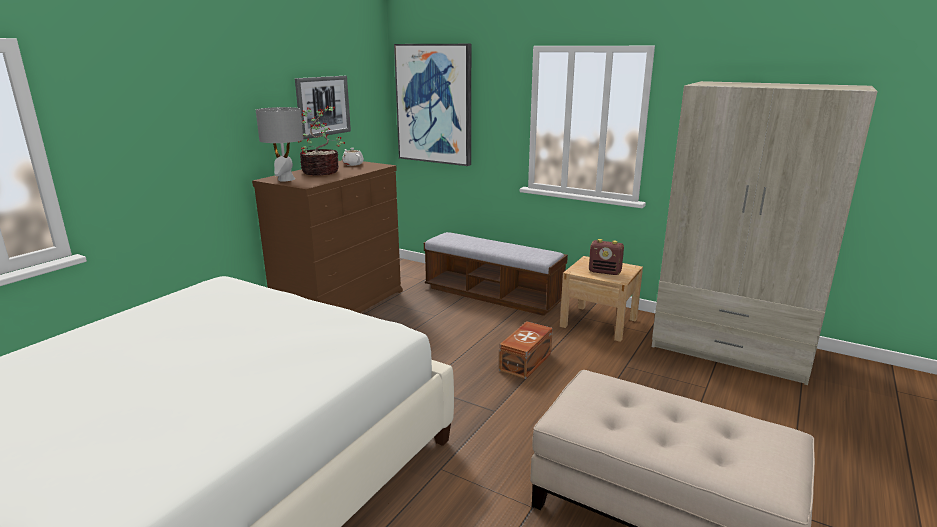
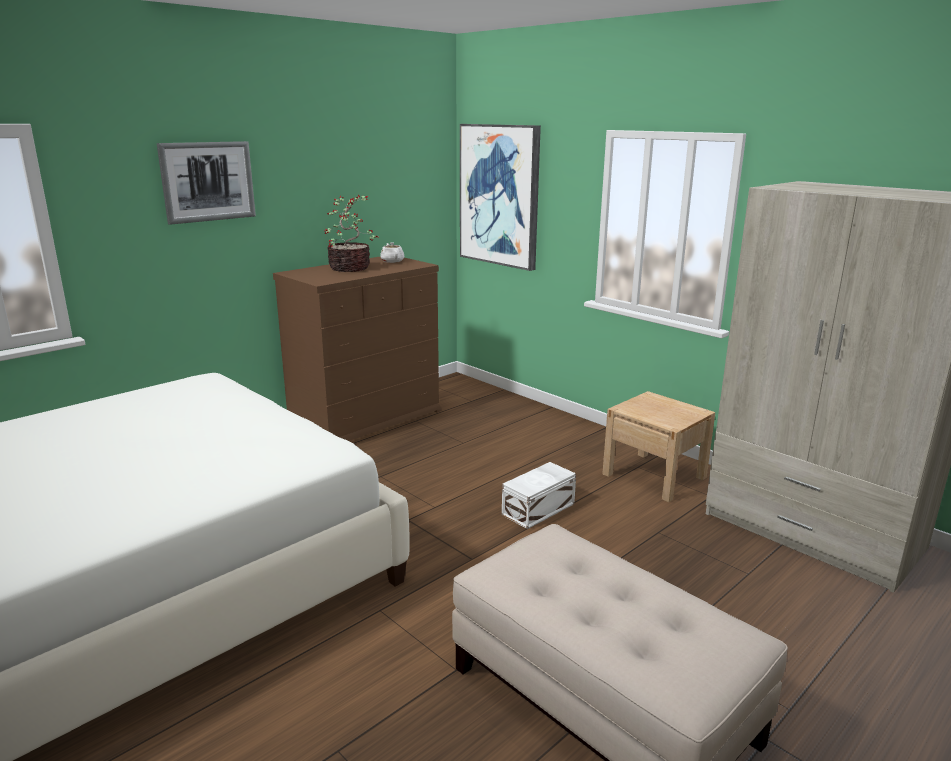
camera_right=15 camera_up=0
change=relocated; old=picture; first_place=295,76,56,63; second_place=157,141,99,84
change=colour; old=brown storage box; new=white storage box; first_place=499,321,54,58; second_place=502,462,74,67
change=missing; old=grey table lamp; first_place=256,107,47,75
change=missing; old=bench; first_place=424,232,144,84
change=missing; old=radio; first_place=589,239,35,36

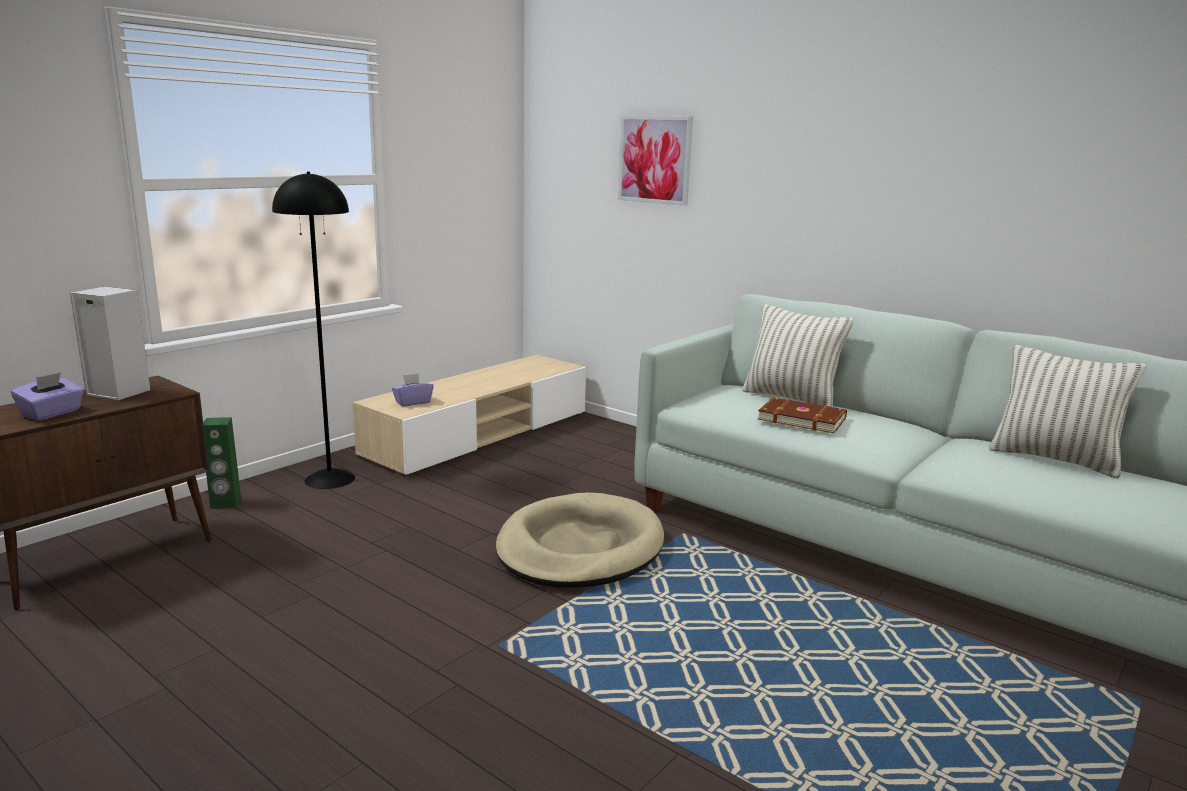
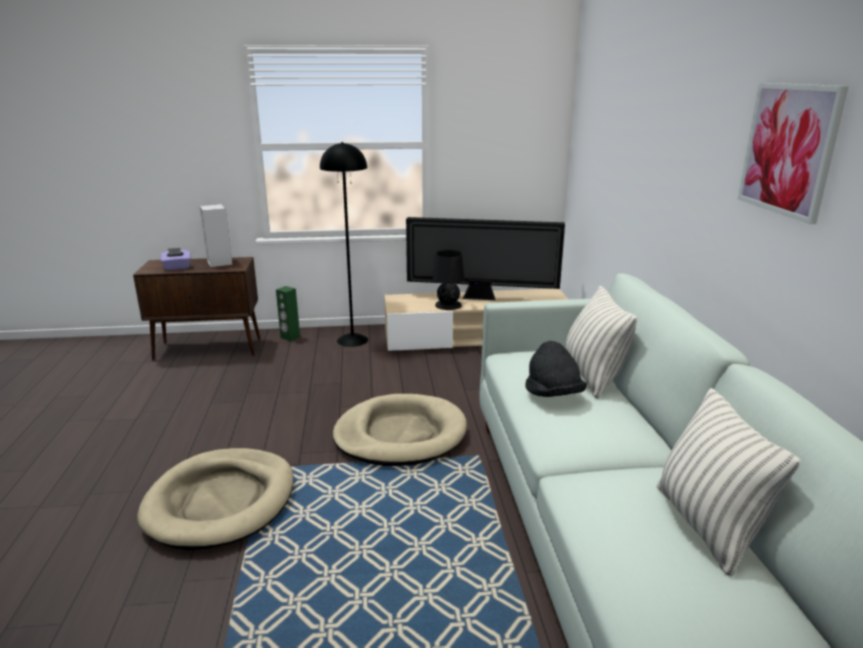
camera_right=45 camera_up=5
change=appeared; new=beige dog bed; second_place=137,448,157,102
change=appeared; new=television; second_place=406,217,159,84
change=appeared; new=black table lamp; second_place=433,250,31,60
change=exchanged; old=brown book; new=black hat; first_place=758,397,89,36; second_place=525,341,62,56
change=relocated; old=picture; first_place=618,116,75,90; second_place=738,83,111,141
change=missing; old=purple tissue box; first_place=392,373,42,33

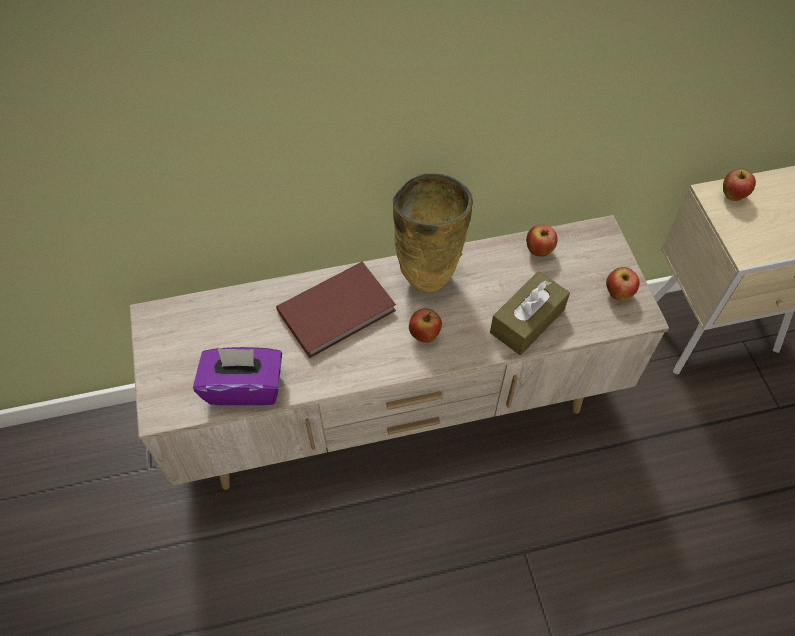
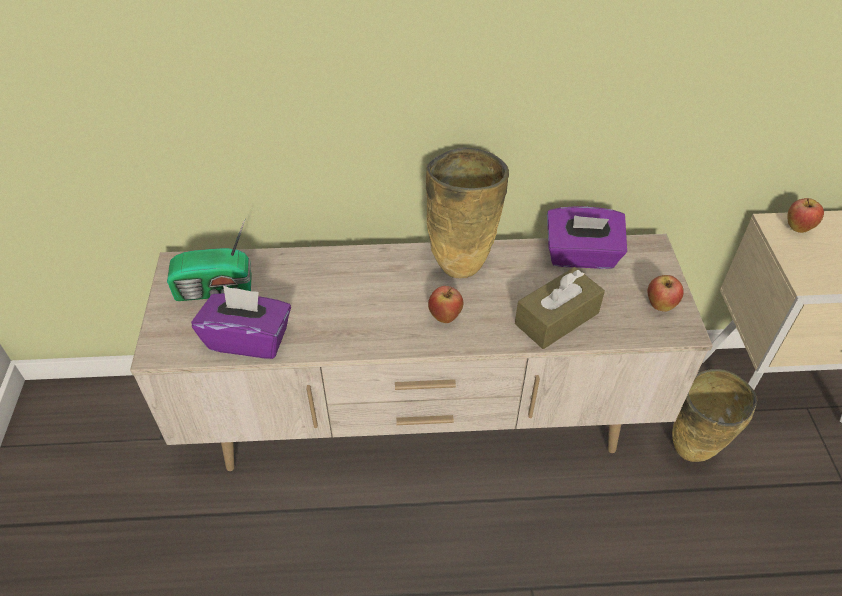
camera_right=10 camera_up=-10
change=appeared; new=radio; second_place=167,218,85,83
change=exchanged; old=apple; new=purple tissue box; first_place=526,225,32,32; second_place=547,207,80,62
change=appeared; new=beige vase; second_place=672,369,85,93
change=missing; old=brown book; first_place=276,262,120,96

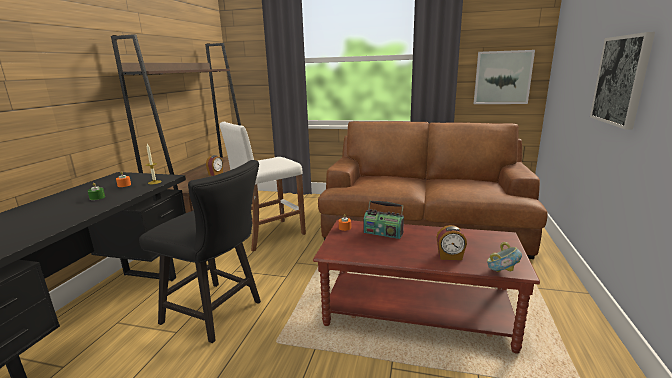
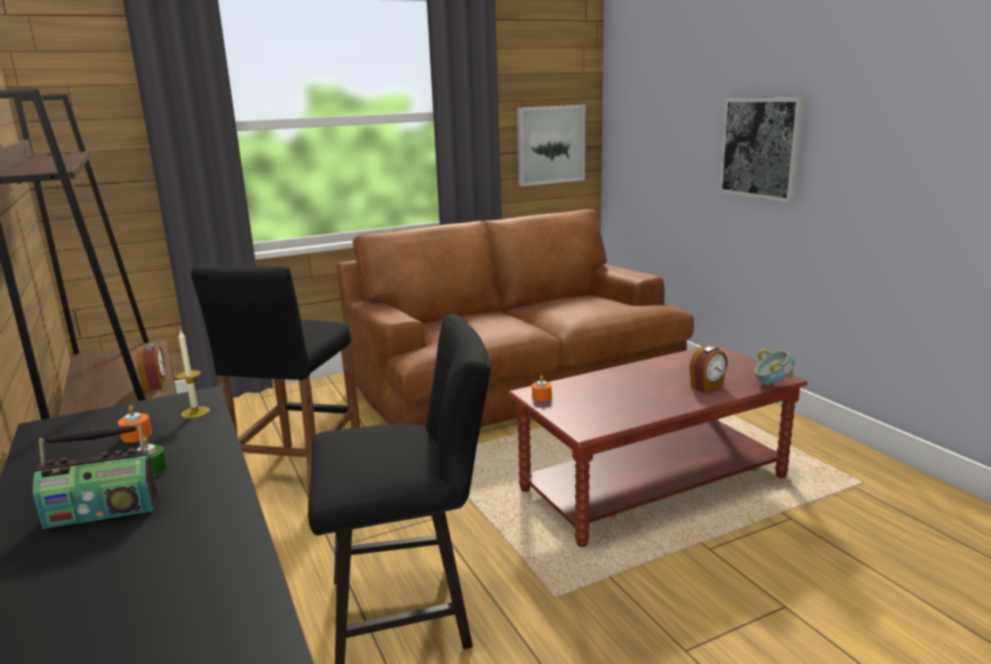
camera_right=-40 camera_up=0
change=relocated; old=radio; first_place=363,200,41,39; second_place=32,425,126,104
change=colour; old=white stool; new=black stool; first_place=220,122,86,130; second_place=191,265,169,243

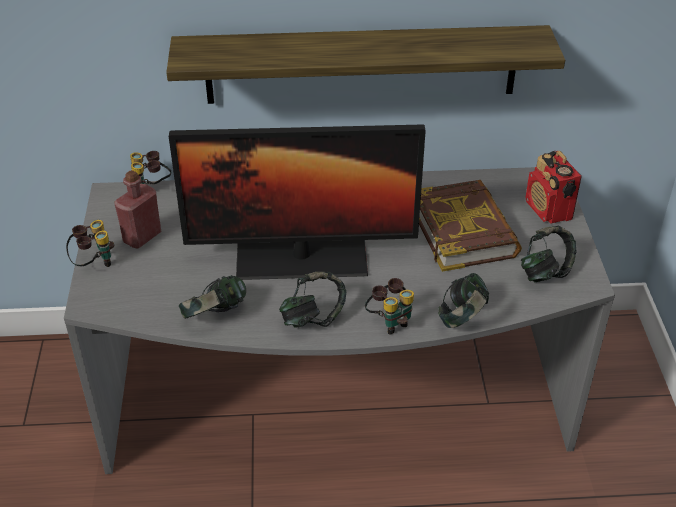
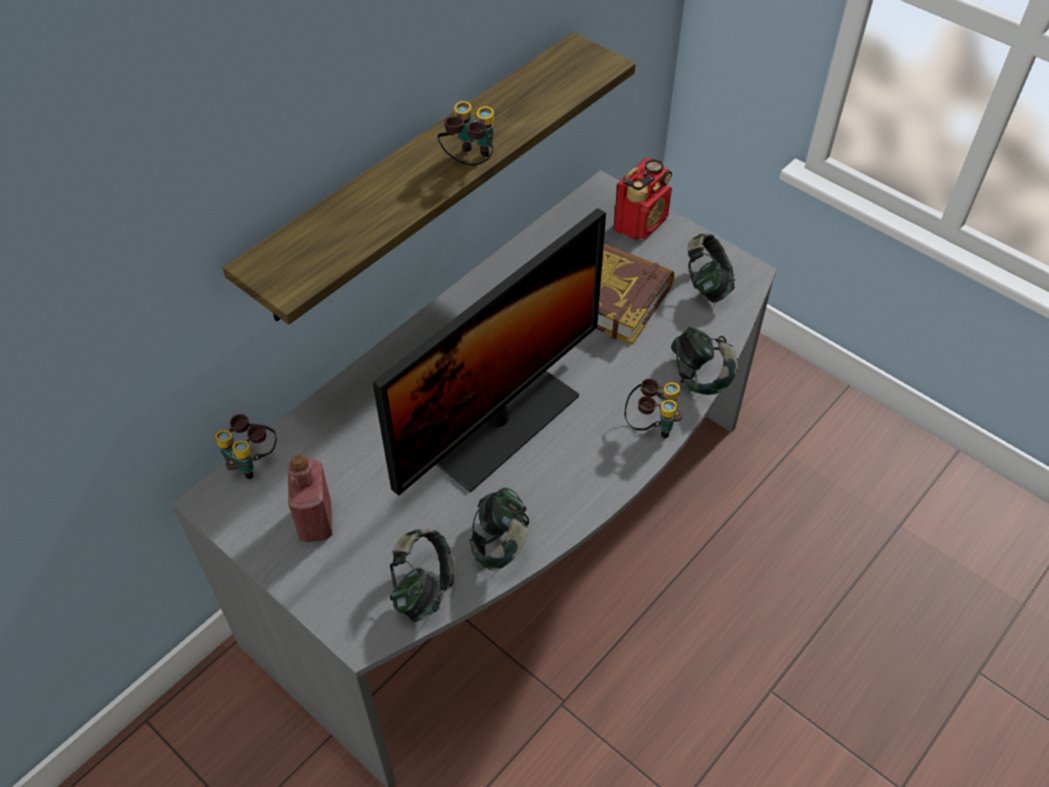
camera_right=-45 camera_up=10
change=relocated; old=headphones; first_place=279,272,67,56; second_place=390,529,64,93
change=relocated; old=binoculars; first_place=66,220,48,47; second_place=438,101,56,65
change=spun; old=radio; first_place=525,151,57,73; second_place=613,158,59,82; degrees=-75

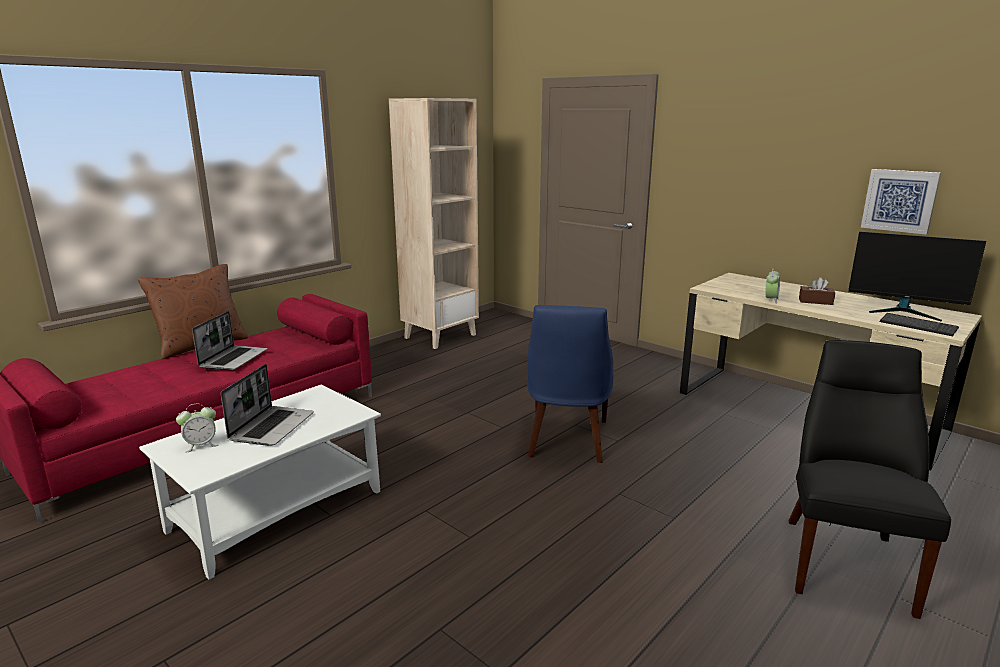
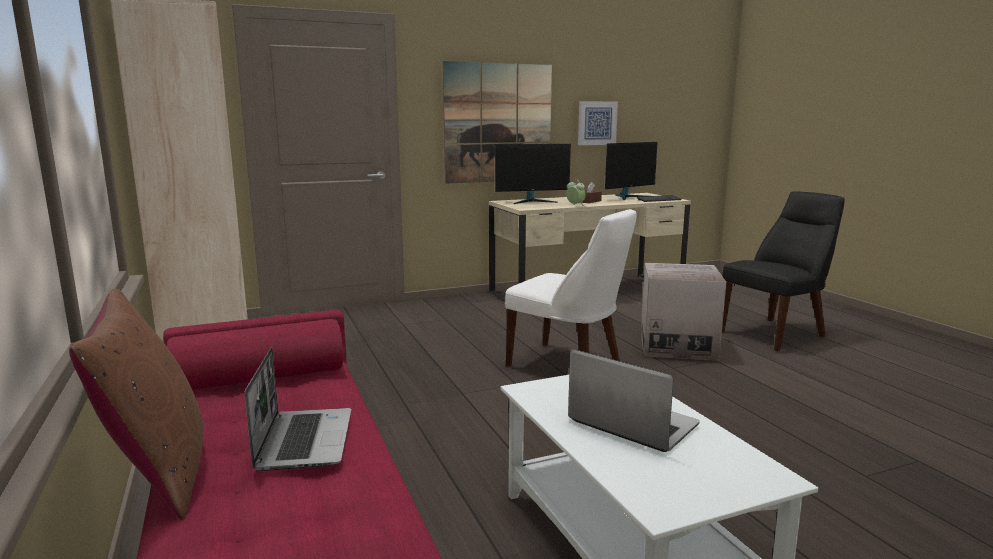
camera_right=-65 camera_up=-5
change=spun; old=laptop; first_place=192,311,75,59; second_place=245,347,106,124; degrees=45
change=appeared; new=picture; second_place=443,61,109,123
change=appeared; new=monitor; second_place=495,144,76,60
change=colour; old=blue chair; new=white chair; first_place=527,305,87,158; second_place=505,209,132,157
change=appeared; new=cardboard box; second_place=641,263,85,98
change=spun; old=black chair; first_place=789,340,162,279; second_place=722,192,123,160; degrees=105
change=missing; old=alarm clock; first_place=176,403,42,50

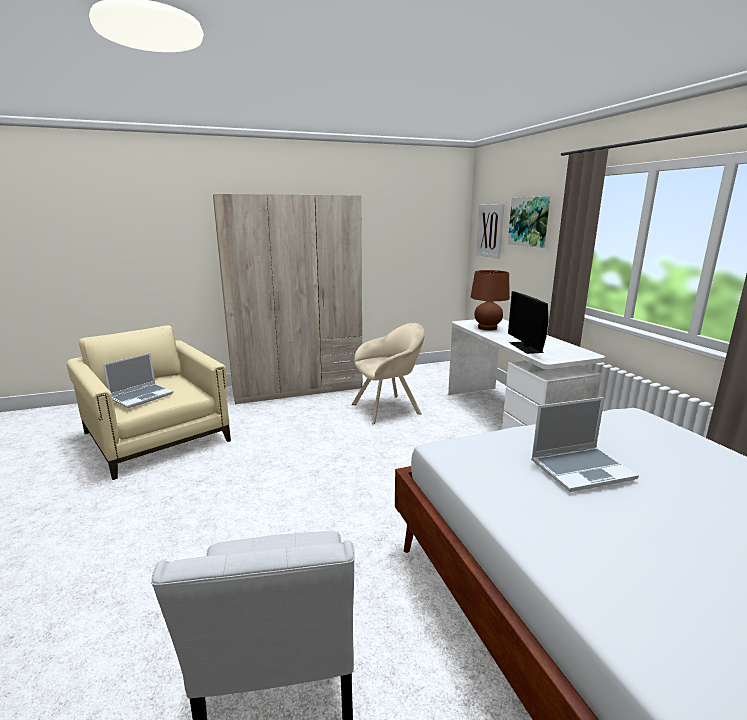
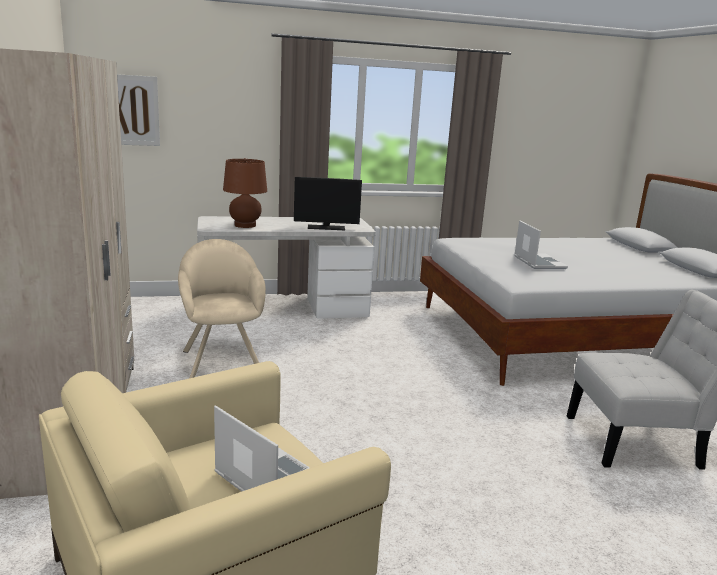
camera_right=-85 camera_up=0
change=missing; old=picture; first_place=508,196,42,52

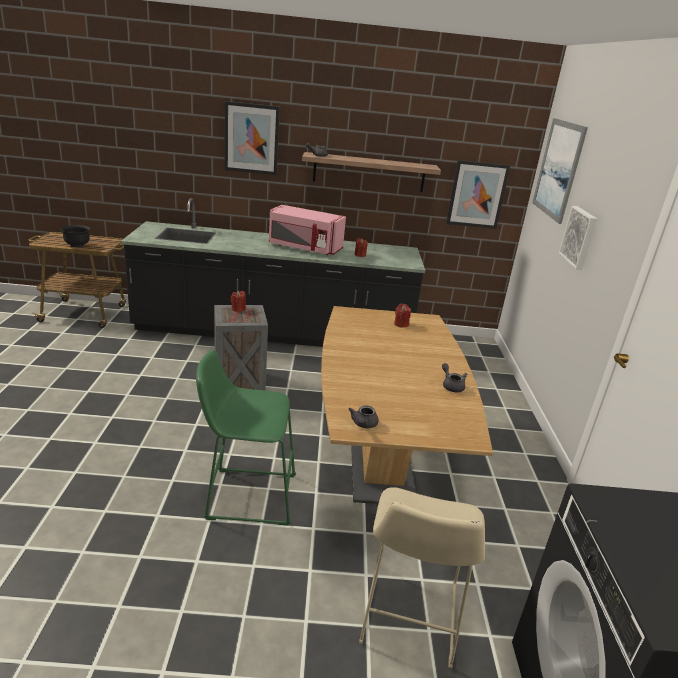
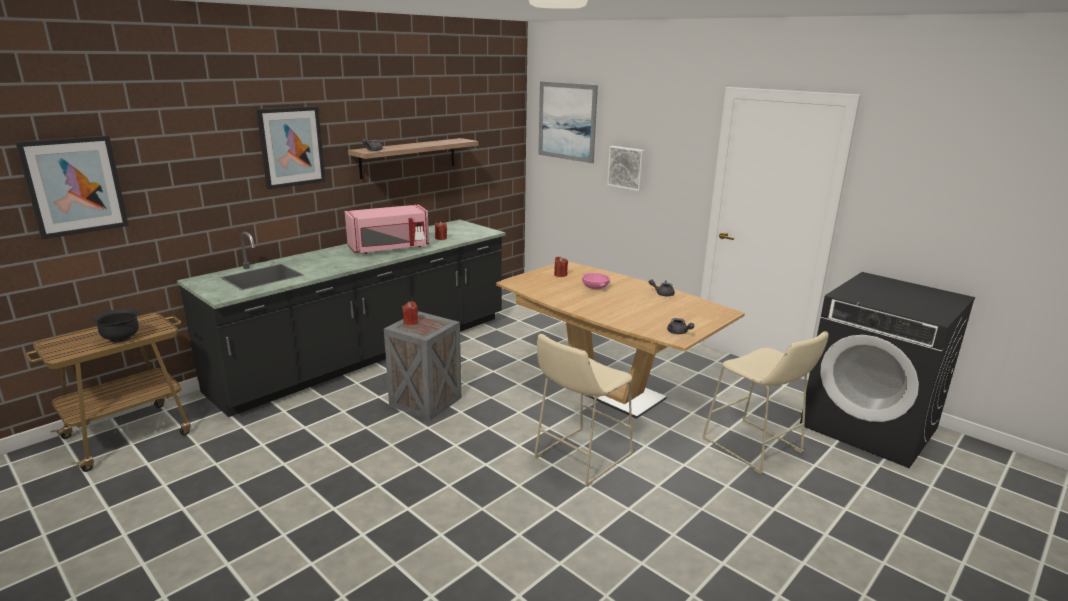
camera_right=-45 camera_up=-5
change=relocated; old=picture; first_place=446,160,64,69; second_place=15,135,114,104
change=colour; old=green stool; new=beige stool; first_place=196,350,100,176; second_place=534,334,99,153
change=appeared; new=pink bowl; second_place=582,273,28,16

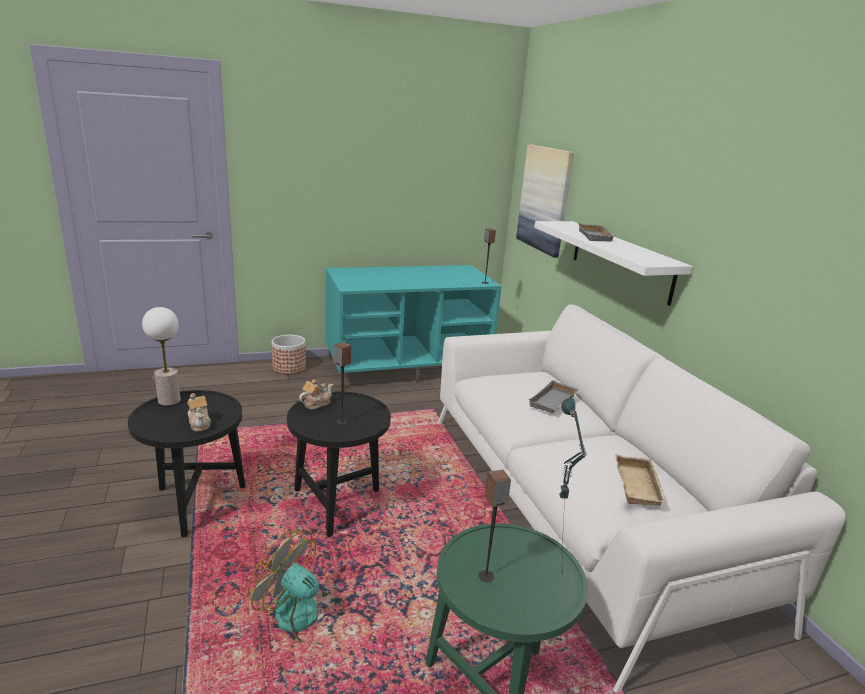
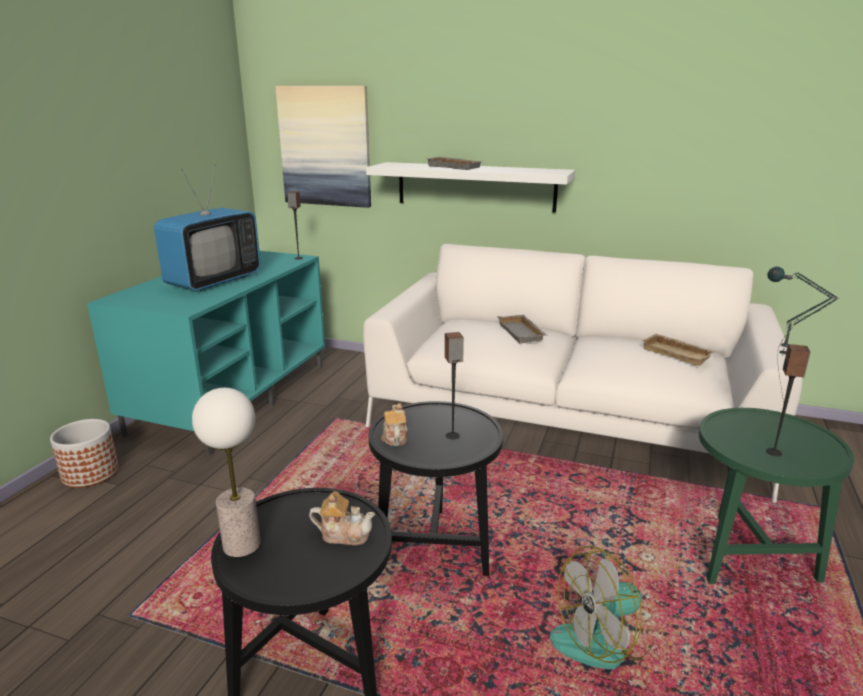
camera_right=-50 camera_up=0
change=appeared; new=television; second_place=154,165,107,126

